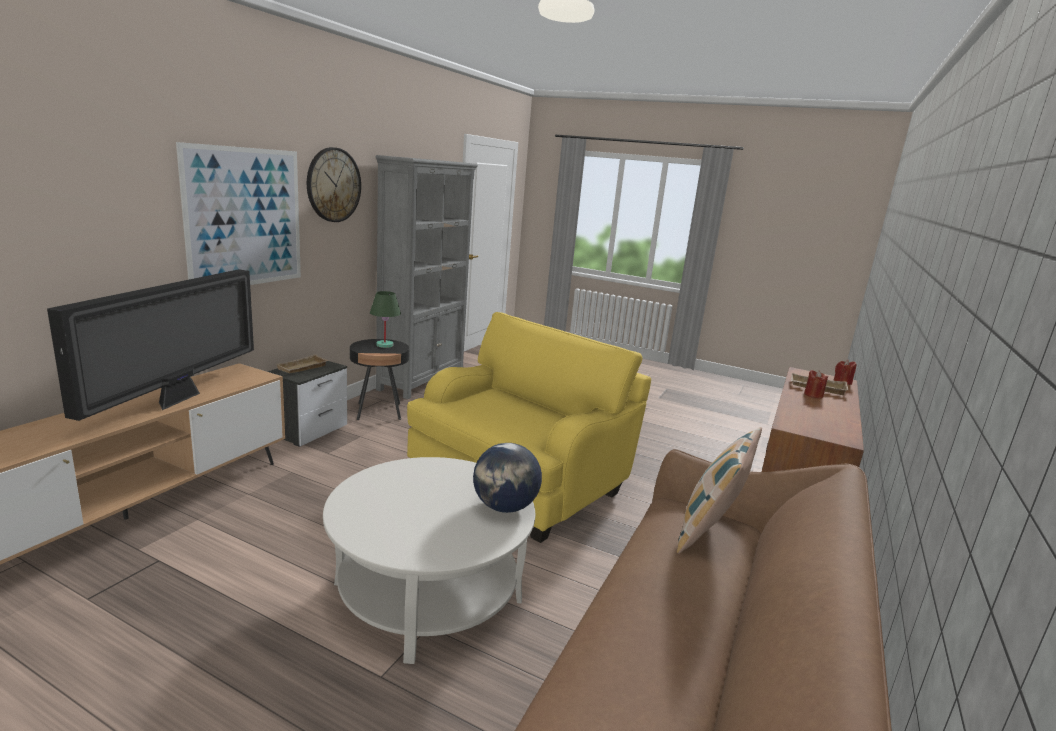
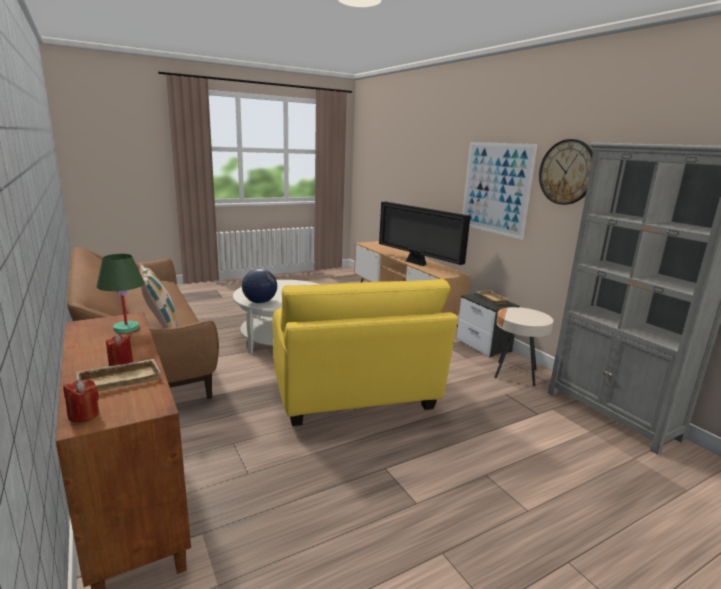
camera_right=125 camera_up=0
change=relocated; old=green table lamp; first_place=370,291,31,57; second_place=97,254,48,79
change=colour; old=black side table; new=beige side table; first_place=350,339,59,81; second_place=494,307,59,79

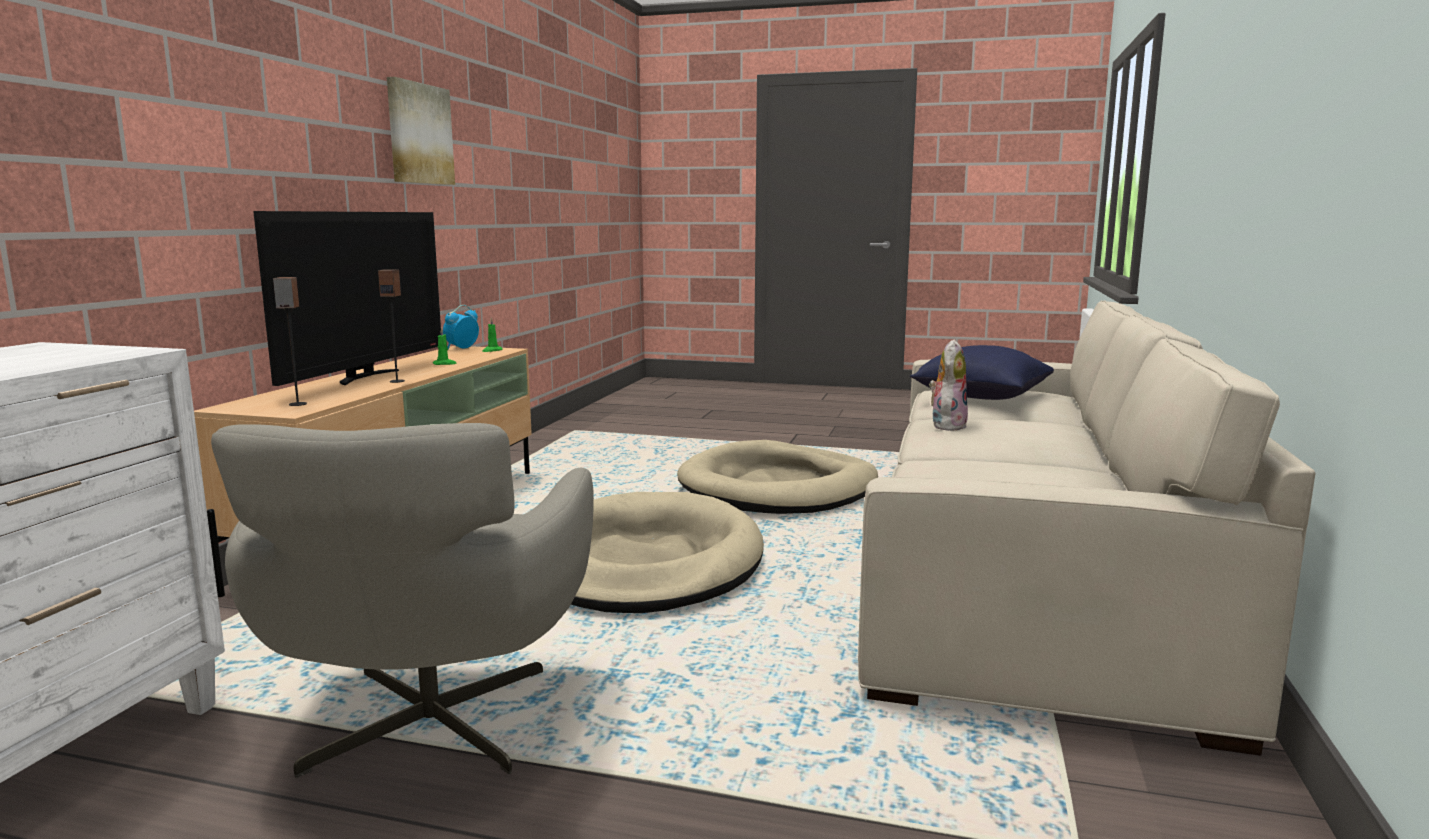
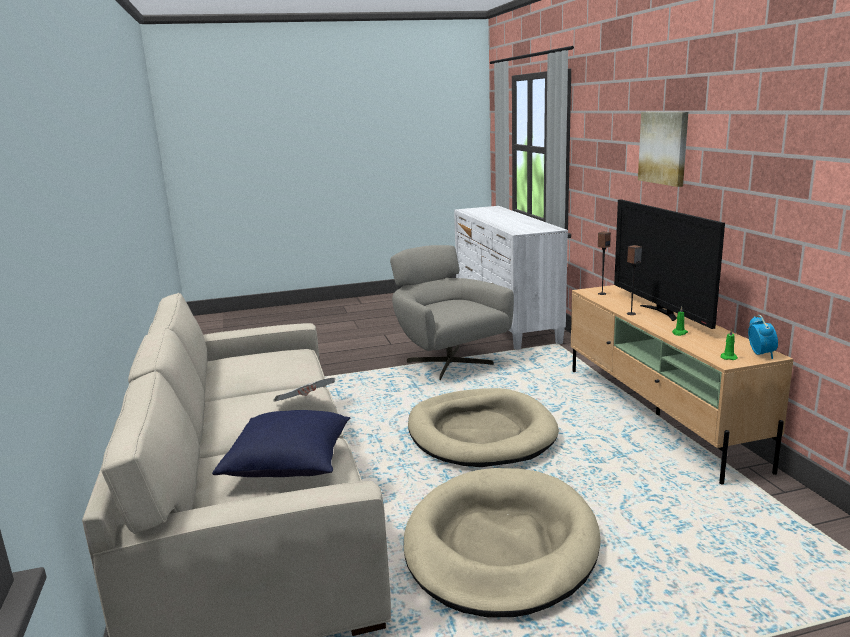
camera_right=150 camera_up=5
change=exchanged; old=plush toy; new=newspaper; first_place=929,339,39,92; second_place=273,378,62,24
change=relocated; old=picture; first_place=387,77,68,108; second_place=638,112,50,75

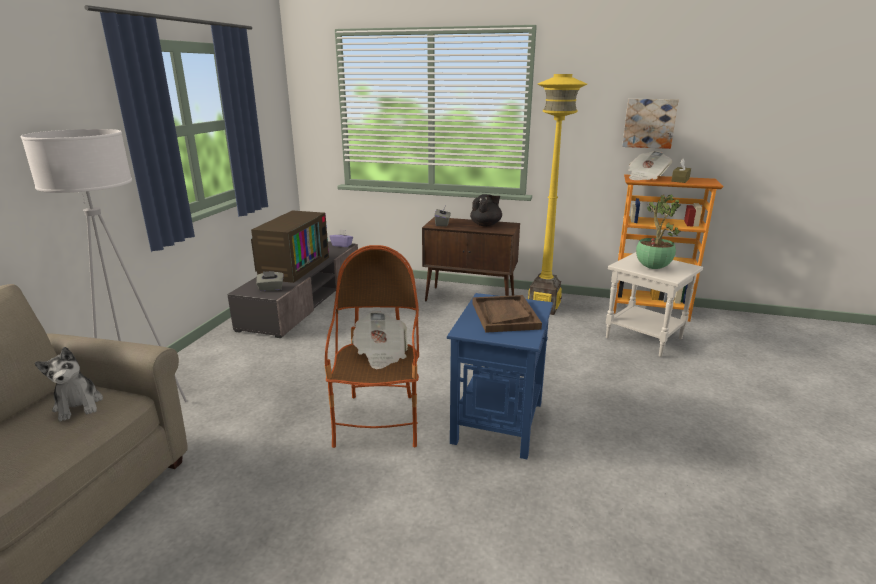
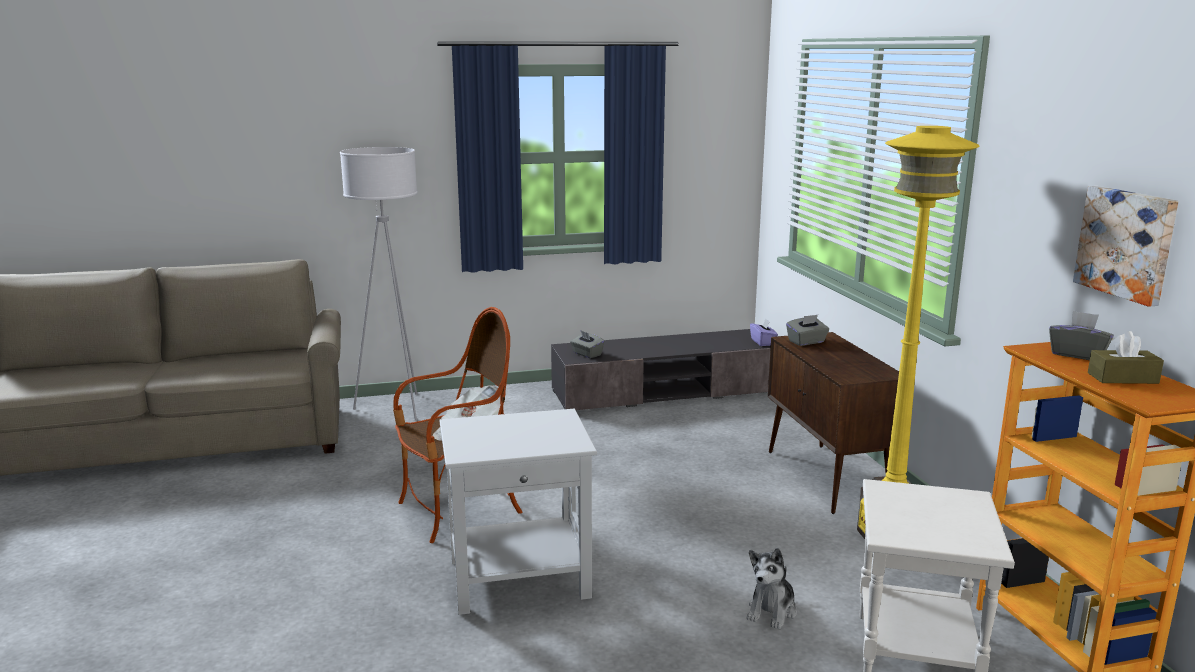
camera_right=60 camera_up=-5
change=colour; old=blue side table; new=white side table; first_place=447,293,106,166; second_place=439,408,158,207
change=relocated; old=plush toy; first_place=35,347,68,75; second_place=747,548,50,81
change=exchanged; old=newspaper; new=grey tissue box; first_place=628,151,44,29; second_place=1049,311,65,49
change=missing; old=television; first_place=251,210,78,73
change=missing; old=black teapot; first_place=470,194,32,32
change=missing; old=brown tray; first_place=472,295,70,38
change=missing; old=potted plant; first_place=636,195,45,74

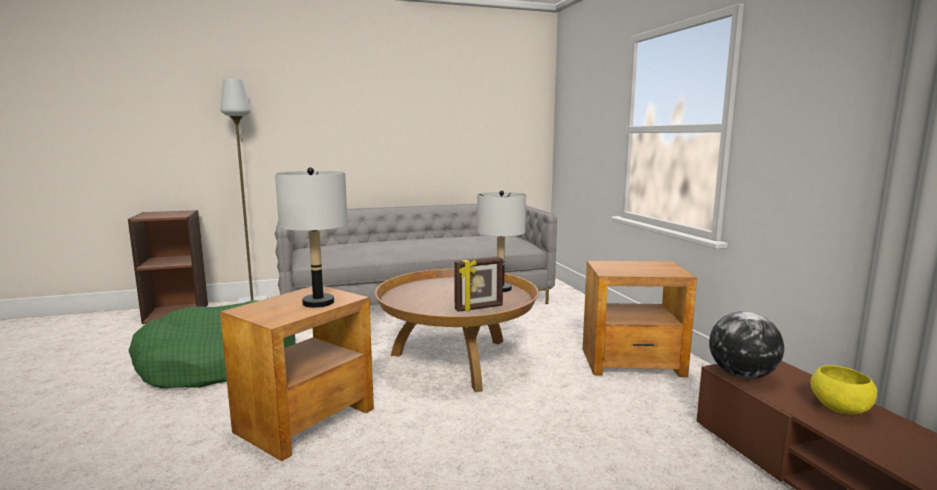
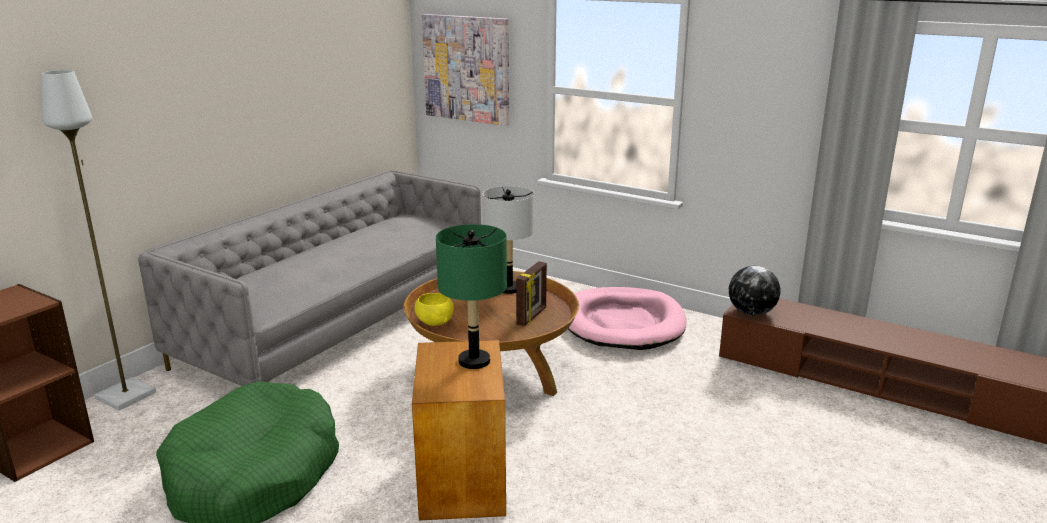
camera_right=-40 camera_up=10
change=relocated; old=yellow bowl; first_place=811,365,66,49; second_place=414,293,40,33
change=appeared; new=picture; second_place=422,14,87,112
change=colour; old=grey table lamp; new=green table lamp; first_place=275,167,73,141; second_place=436,224,71,145
change=exchanged; old=brown side table; new=pink dog bed; first_place=583,261,114,116; second_place=568,287,118,63

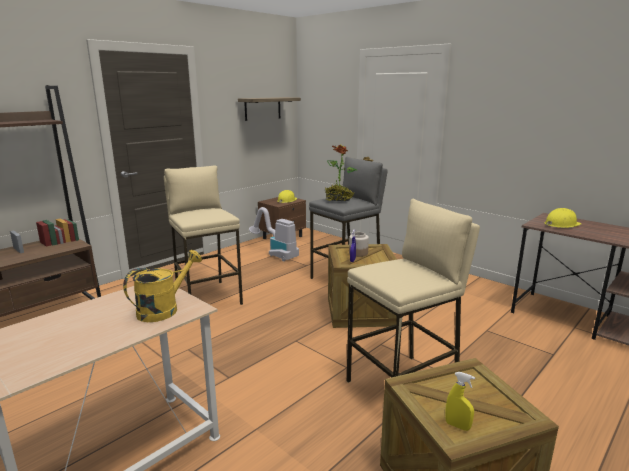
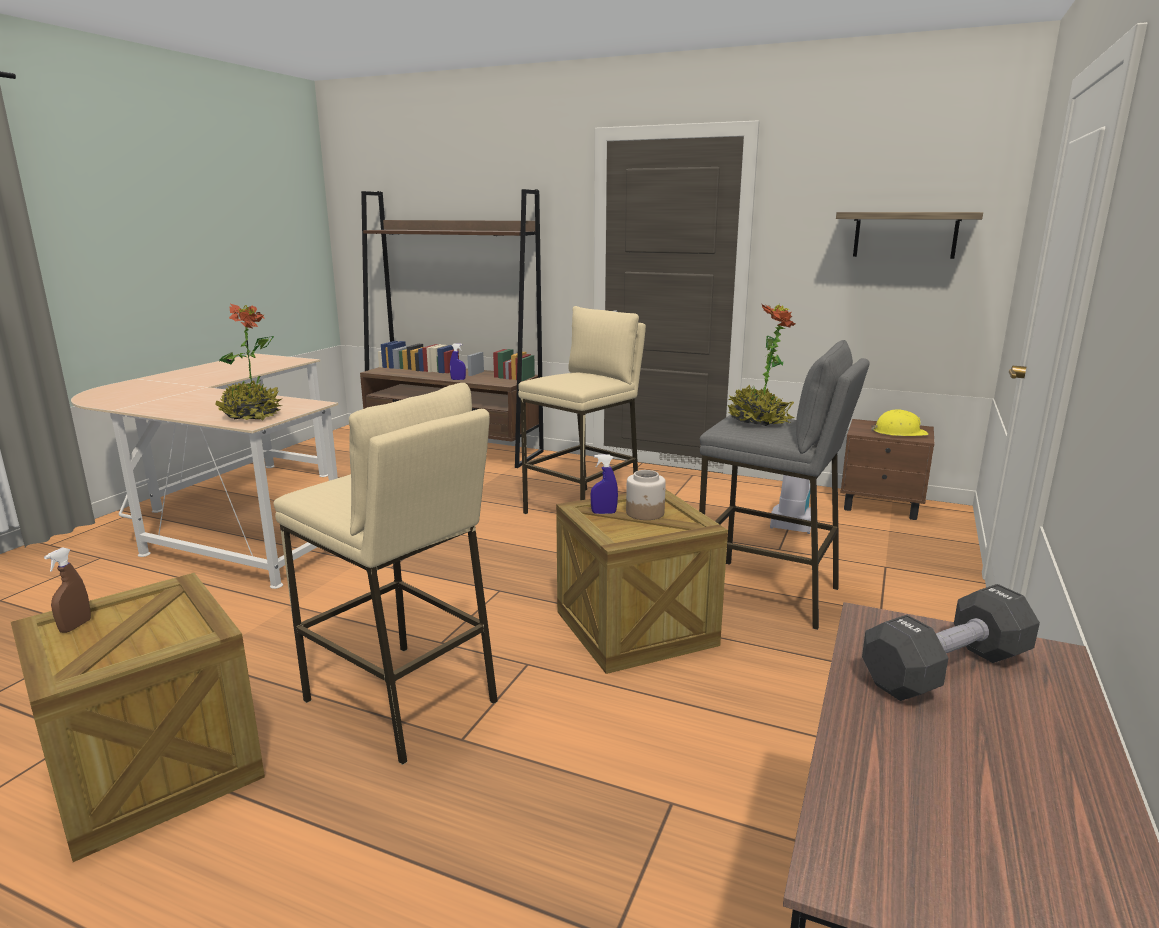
camera_right=70 camera_up=0
change=colour; old=yellow spray bottle; new=brown spray bottle; first_place=445,372,30,59; second_place=44,548,47,85
change=exchanged; old=yellow watering can; new=potted plant; first_place=123,250,79,72; second_place=215,304,67,117
change=appeared; new=blue spray bottle; second_place=450,344,16,36
change=exchanged; old=yellow hard hat; new=black dumbbell; first_place=544,208,38,20; second_place=862,584,178,117

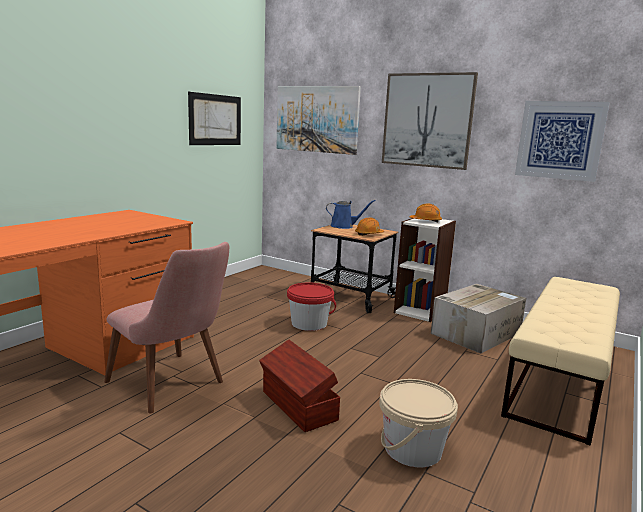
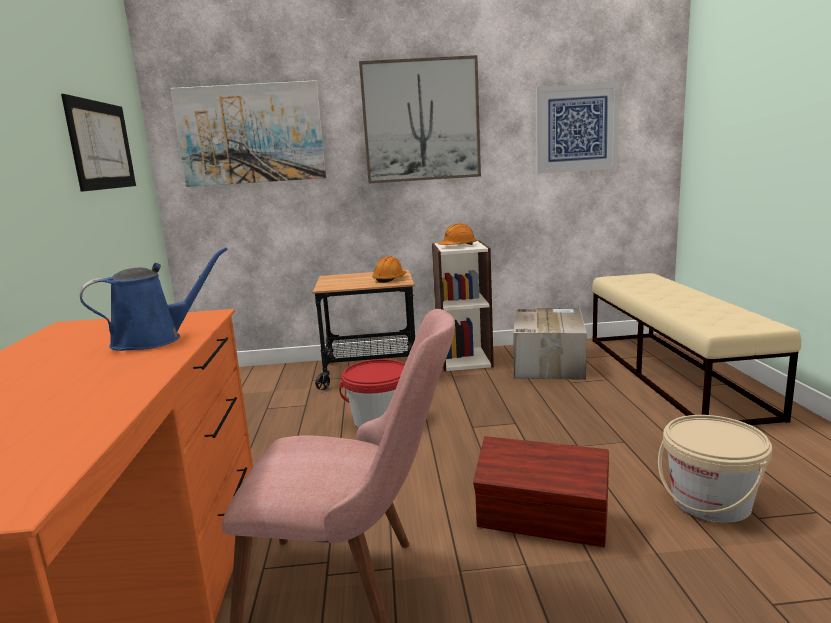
camera_right=-35 camera_up=0
change=relocated; old=blue watering can; first_place=326,200,50,29; second_place=80,247,147,104

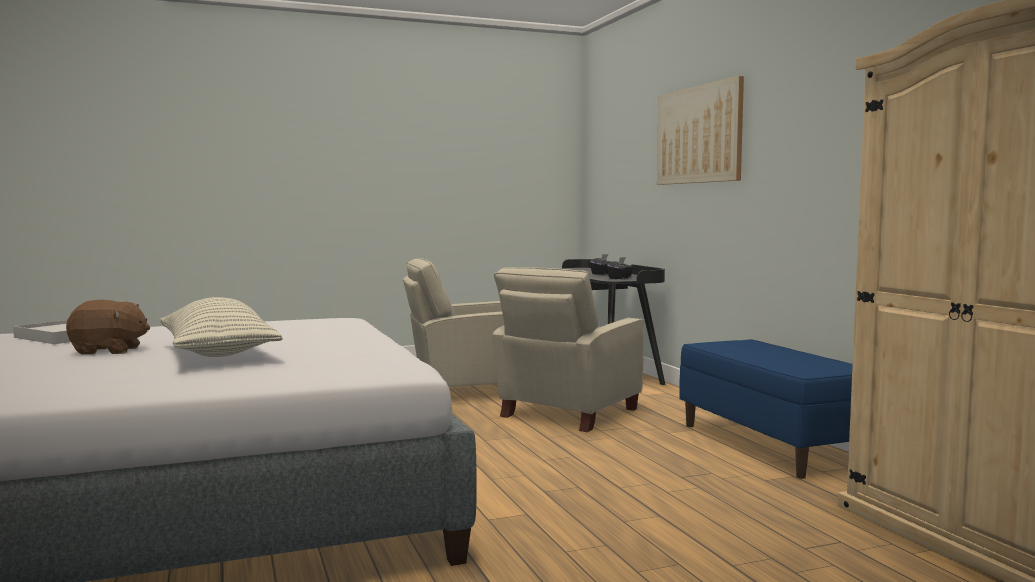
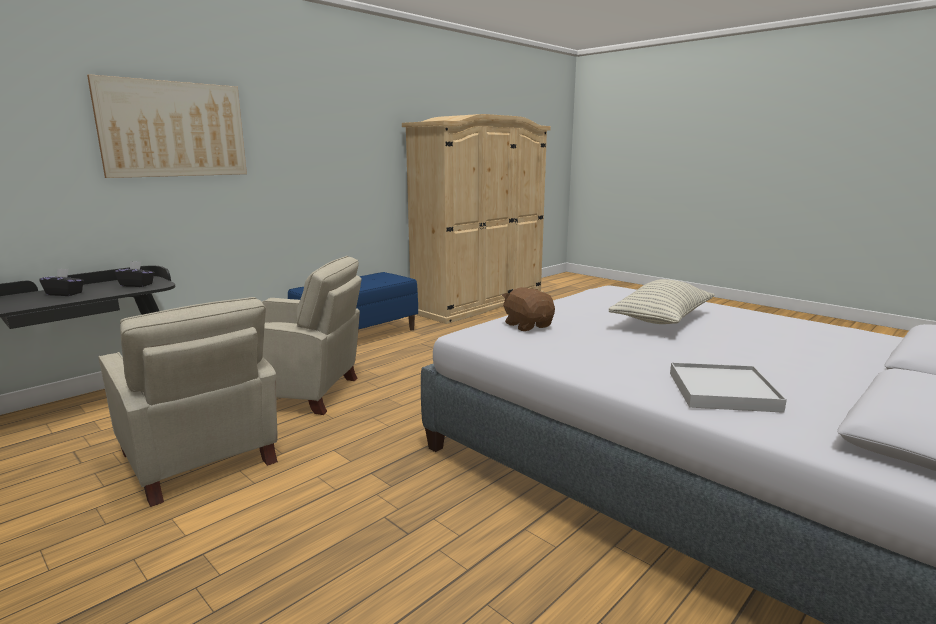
camera_right=-115 camera_up=10
change=relocated; old=brown plush toy; first_place=66,300,84,54; second_place=502,287,53,44

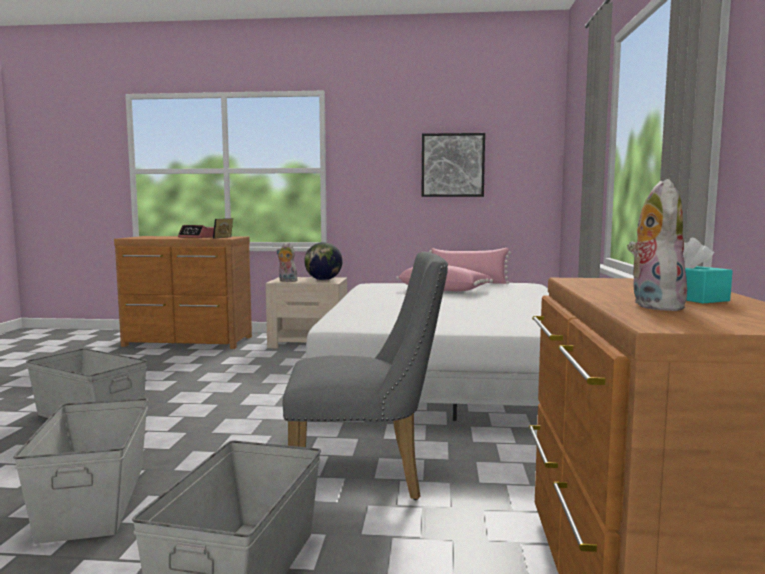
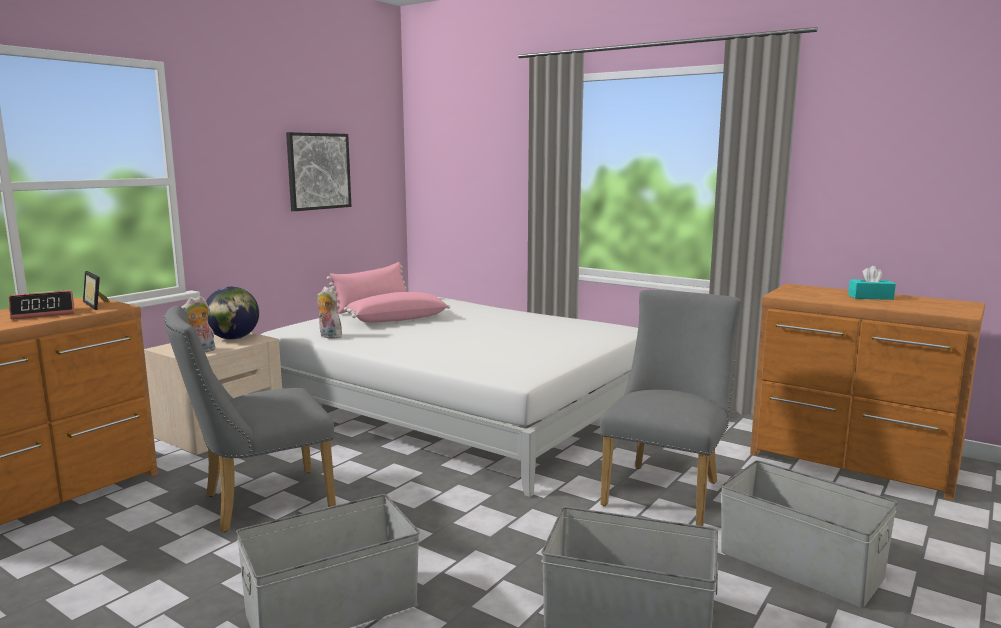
camera_right=-60 camera_up=5
change=appeared; new=grey chair; second_place=164,306,172,226
change=relocated; old=plush toy; first_place=627,179,60,132; second_place=317,286,25,53

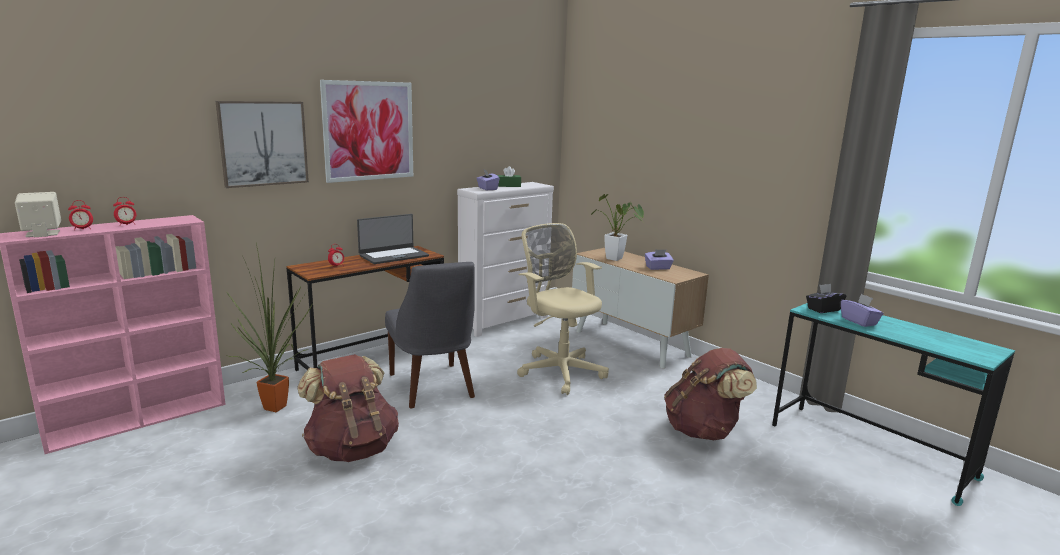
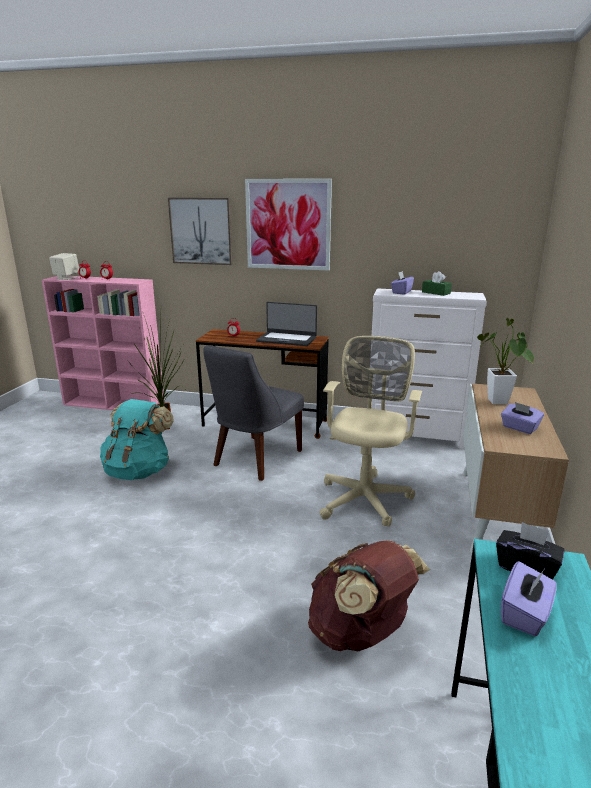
camera_right=55 camera_up=5
change=colour; old=brown backpack; new=turquoise backpack; first_place=297,354,102,108; second_place=100,399,74,81

